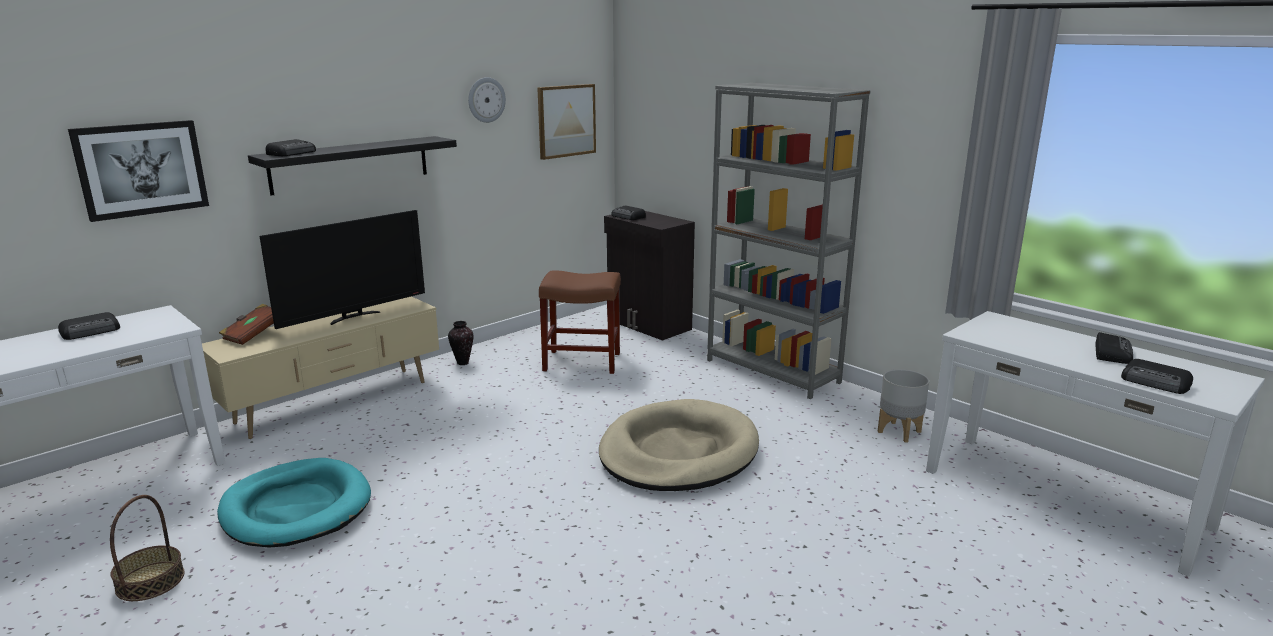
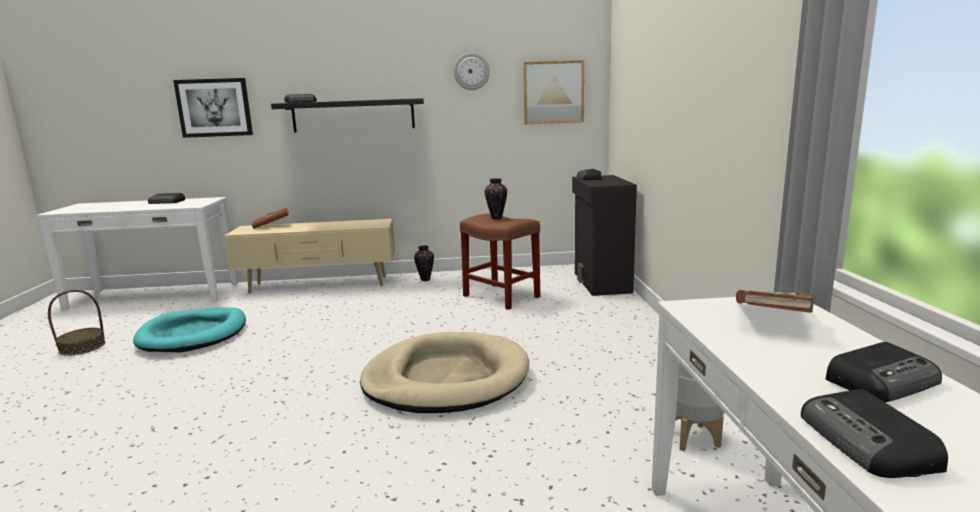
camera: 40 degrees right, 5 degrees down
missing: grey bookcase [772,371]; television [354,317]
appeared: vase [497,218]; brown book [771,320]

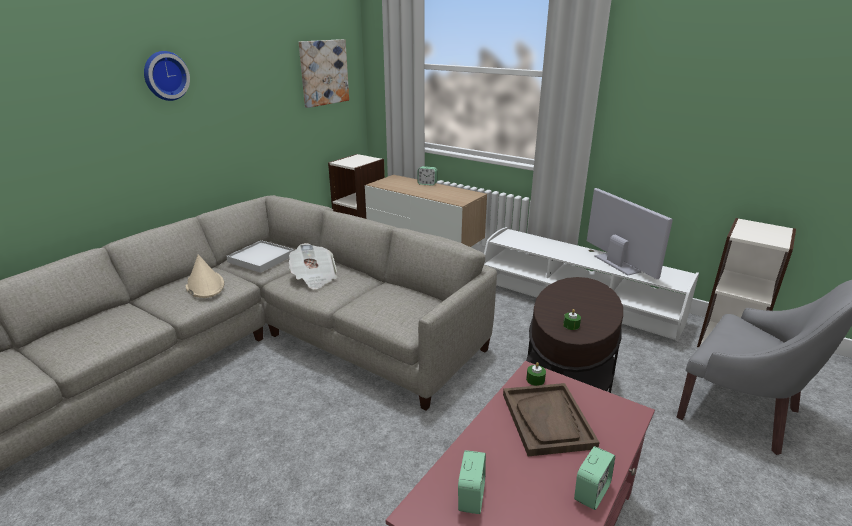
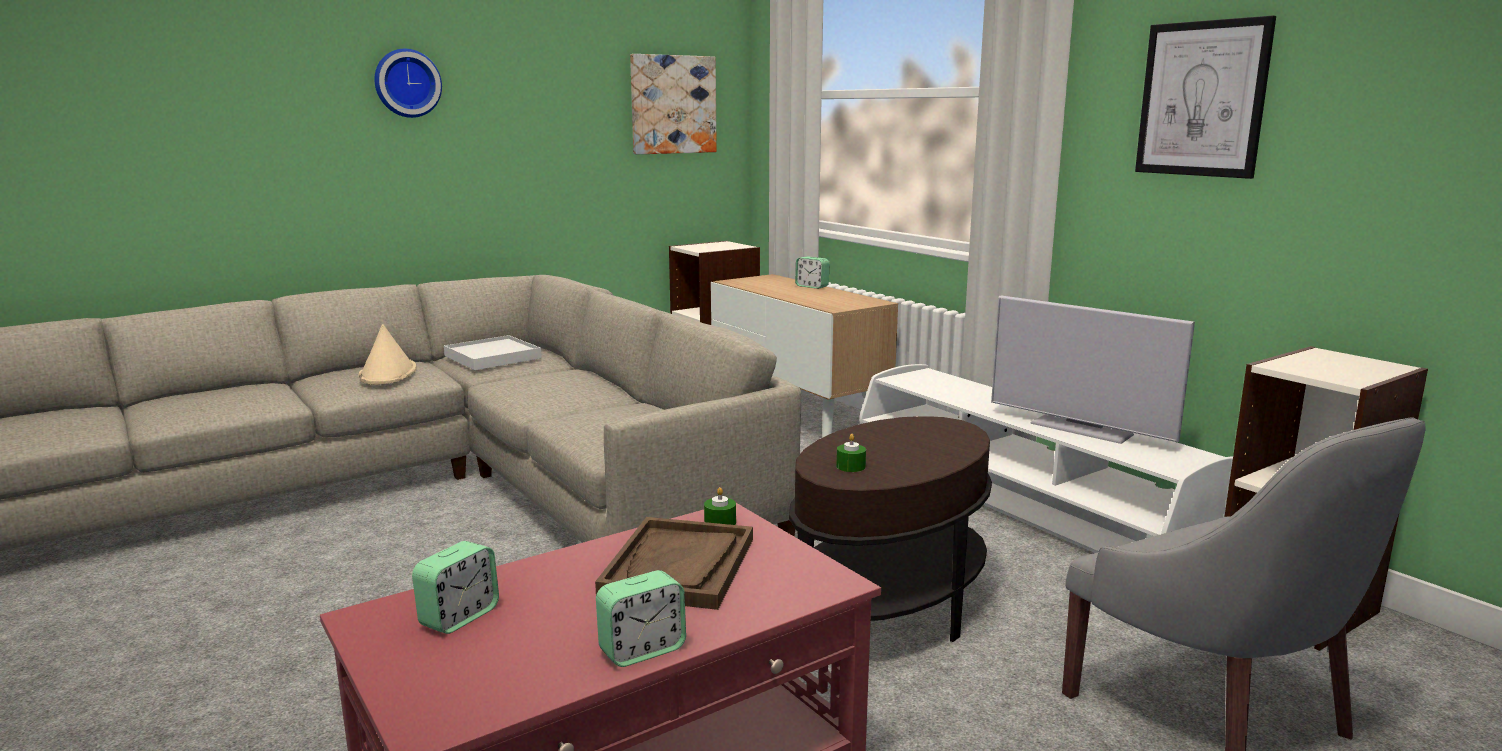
camera: 20 degrees right, 10 degrees down
missing: newspaper [314,278]
appeared: picture [1202,99]
spun: television [616,264] = [1081,429] 135 degrees clockwise

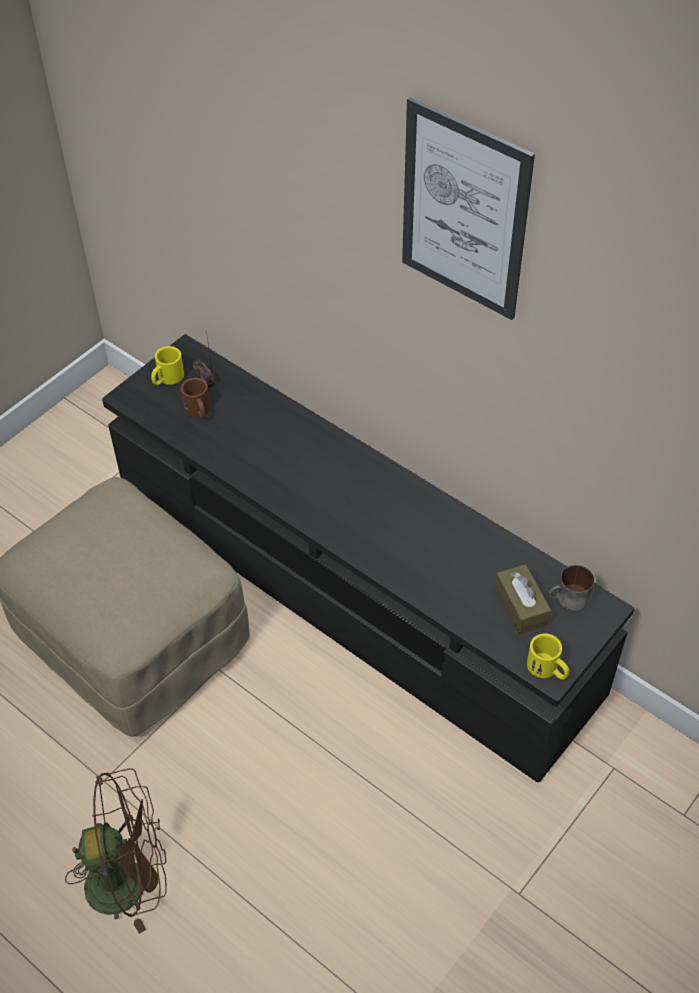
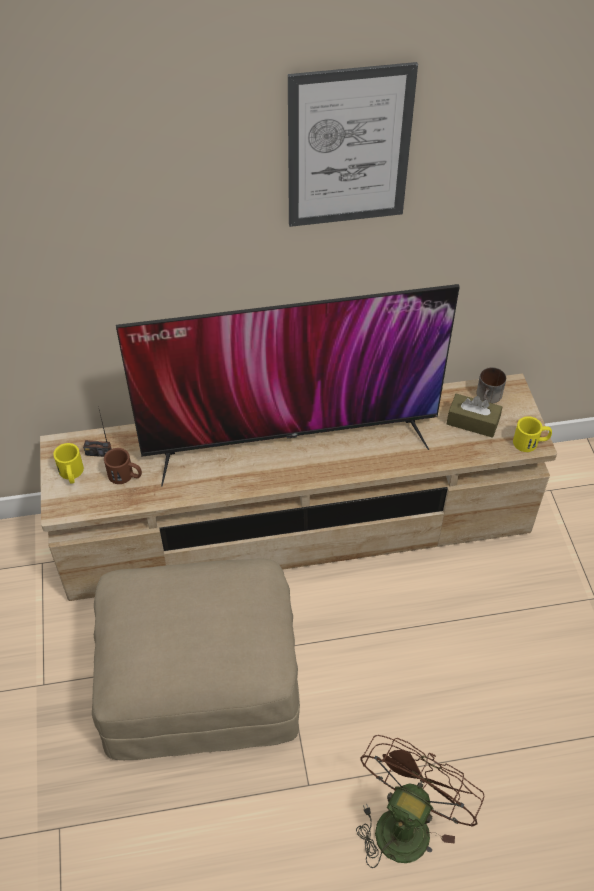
camera: 50 degrees left, 0 degrees up
appeared: television [290,437]
colour: black tv stand [351,590] to beige tv stand [297,526]

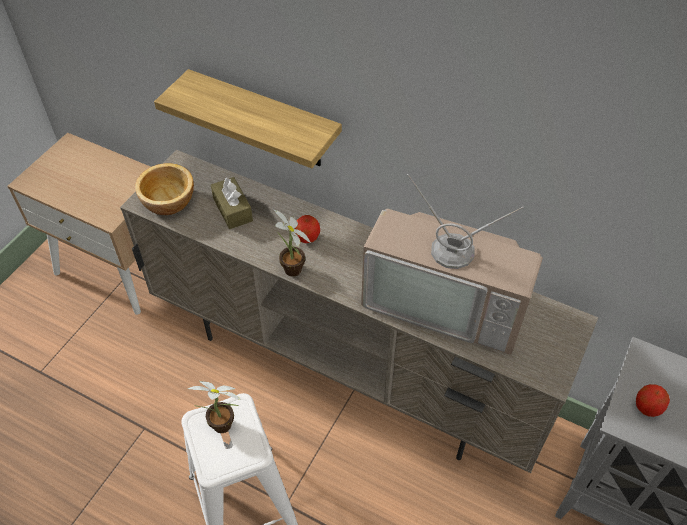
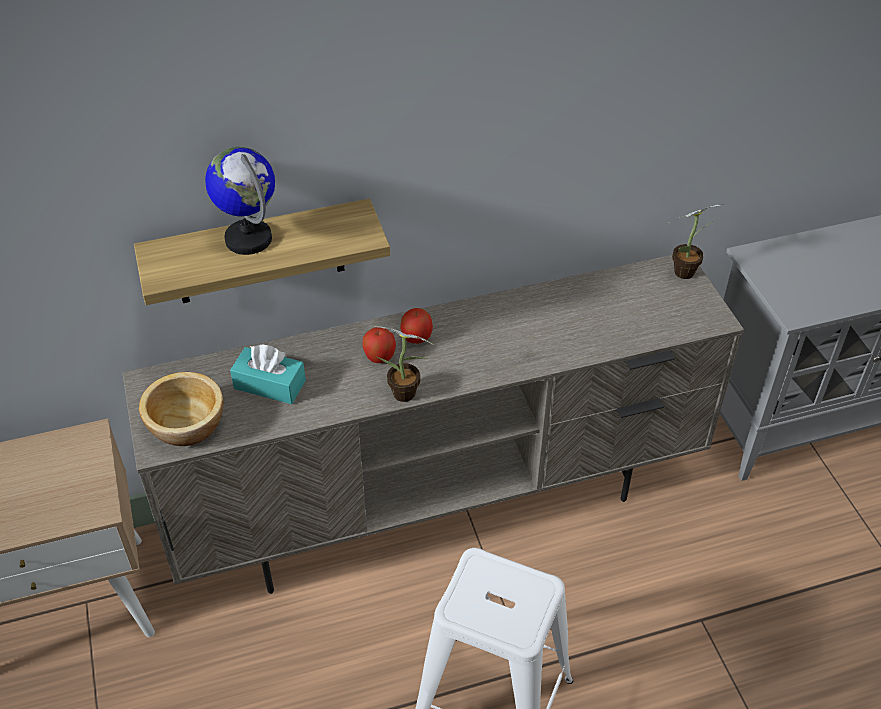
camera: 45 degrees left, 5 degrees down
missing: television [446,302]
appeared: globe [249,238]
relocated: potted plant [225,426] to [688,271]; apple [647,408] to [417,338]
colour: brown tissue box [232,209] to turquoise tissue box [269,384]

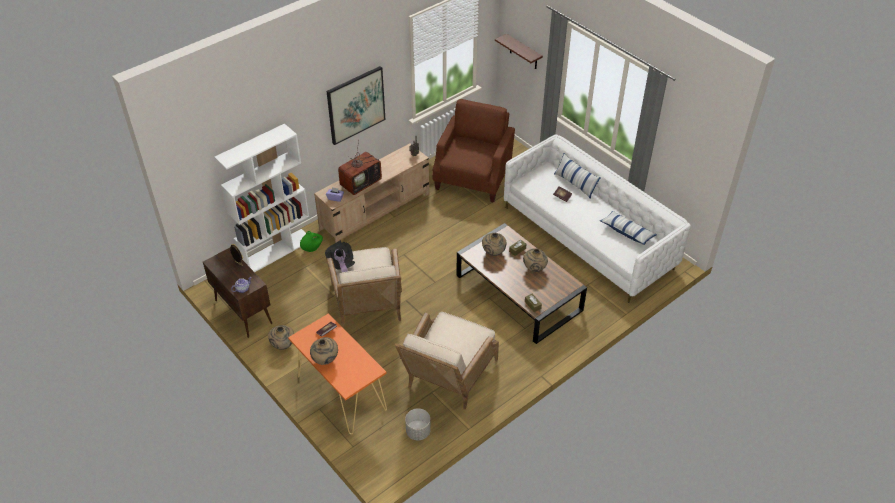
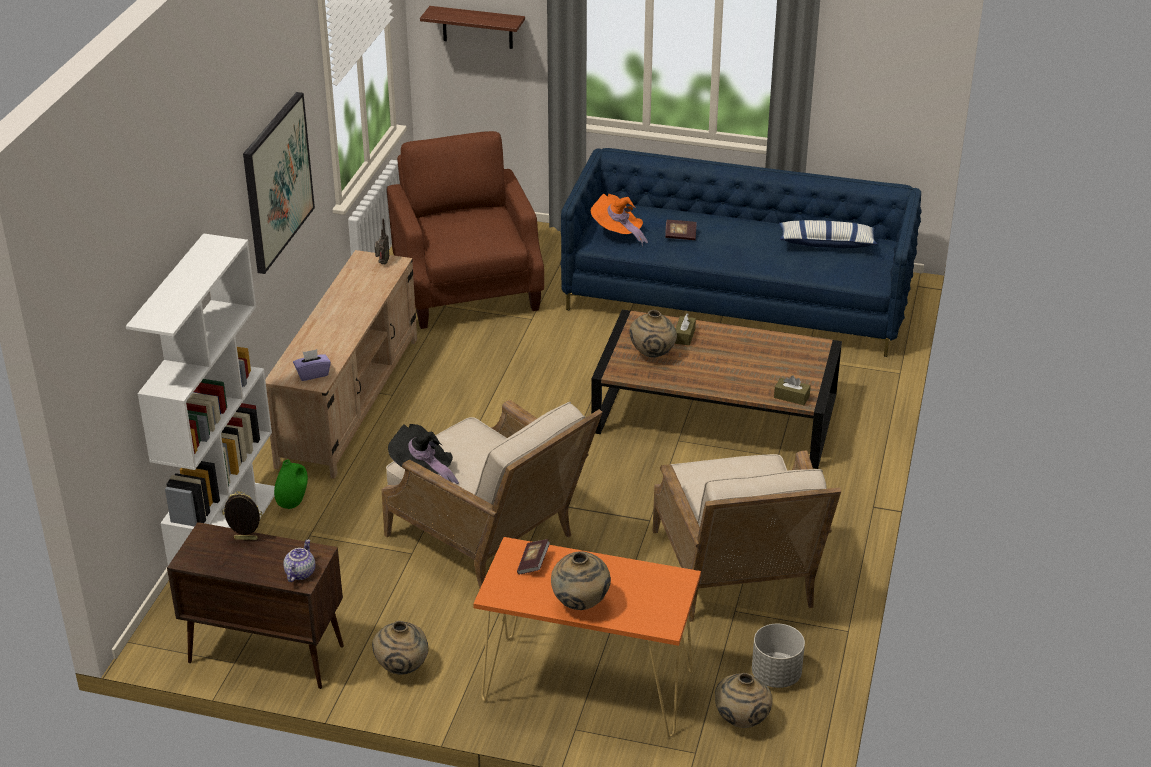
camera: 35 degrees left, 10 degrees down
missing: television [361,182]; pillow [575,183]
appeared: orange hat [618,233]
relocated: beige vase [534,269] to [741,721]
colour: white sofa [588,238] to blue sofa [737,299]

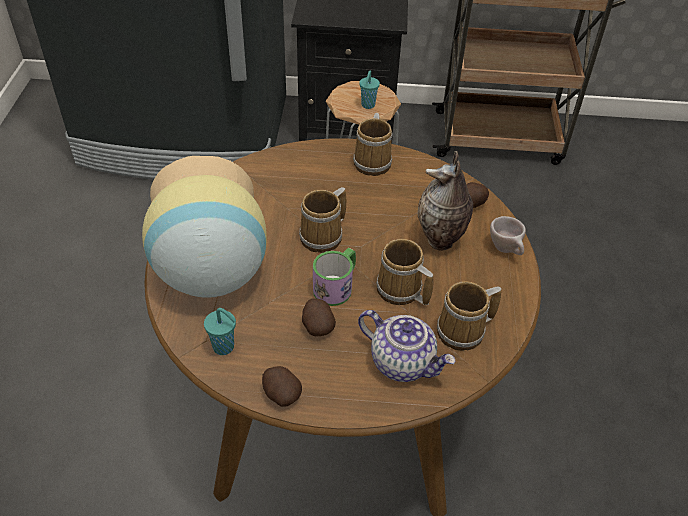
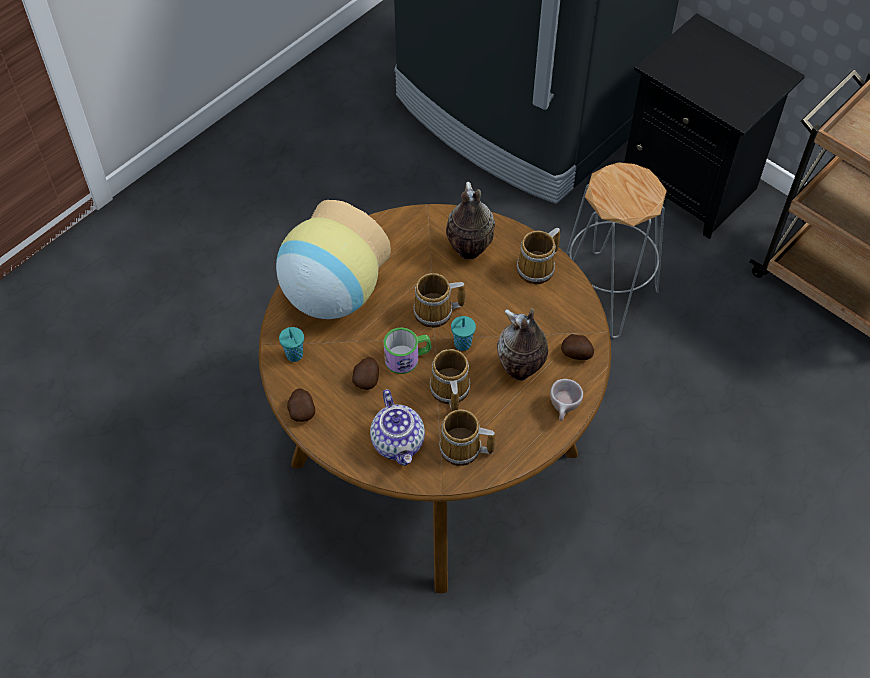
camera: 40 degrees right, 10 degrees up
appeared: vase [468,251]
relocated: turquoise cup [367,105] to [461,344]

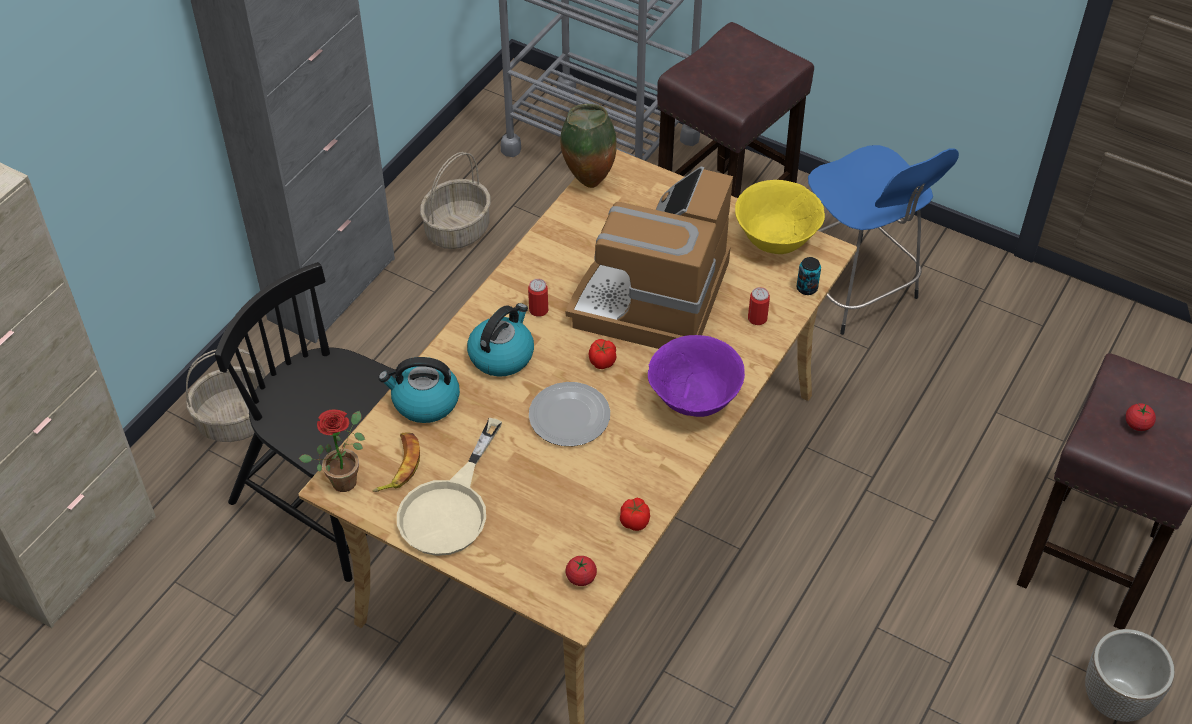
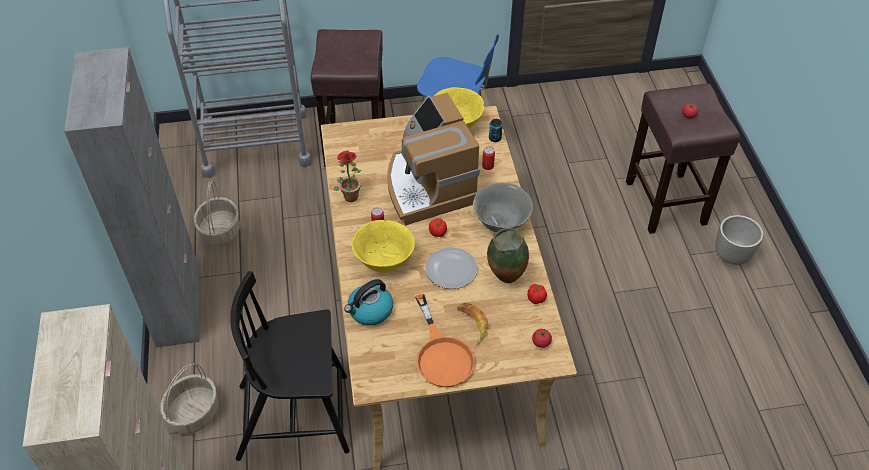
camera: 40 degrees left, 0 degrees up
relocated: vase [588,181] to [505,279]; potted plant [345,477] to [349,194]; banana [399,466] to [472,324]
exchanged: kettle [502,355] to yellow bowl [384,261]
colour: purple bowl [694,401] to grey bowl [501,223]; beige frying pan [450,507] to orange frying pan [442,354]

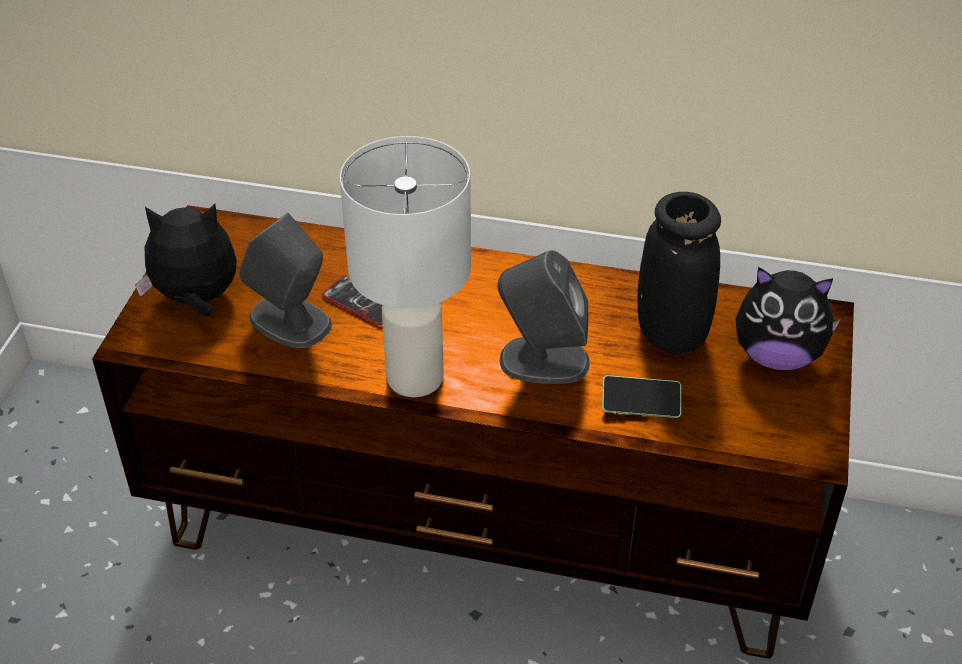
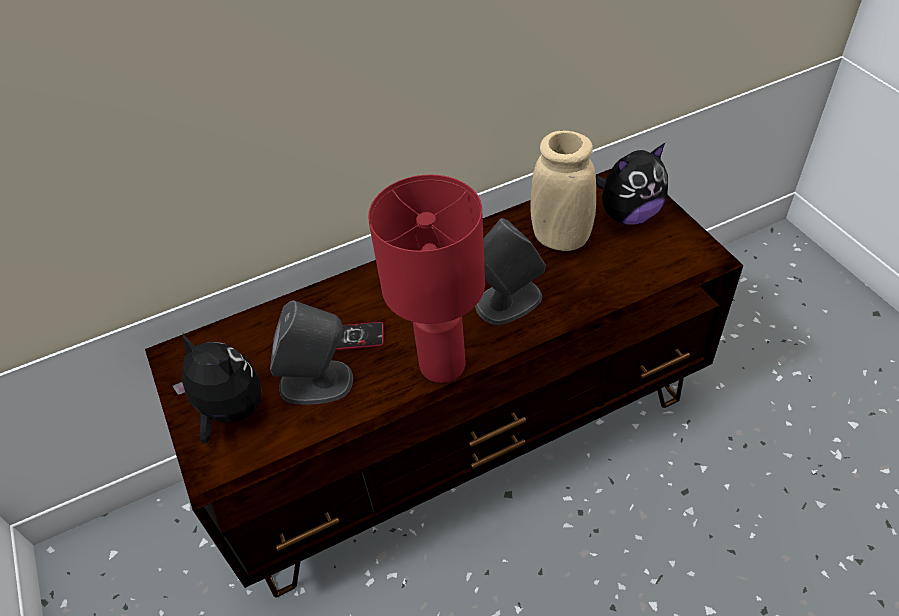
camera: 35 degrees left, 5 degrees up
missing: phone [640,405]
colour: white table lamp [413,376] to red table lamp [441,364]; black vase [671,334] to beige vase [560,238]
spun: plush toy [196,300] = [229,412] 75 degrees clockwise

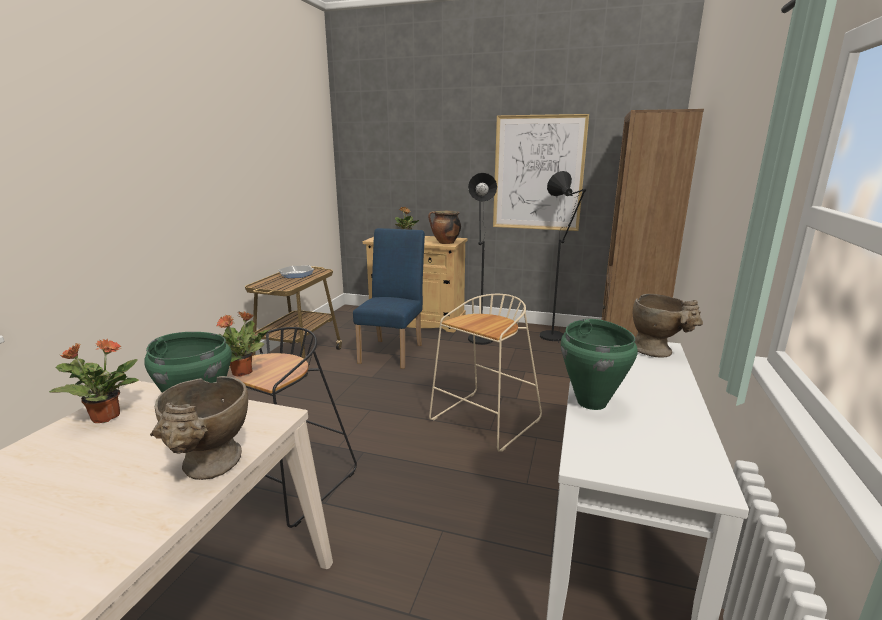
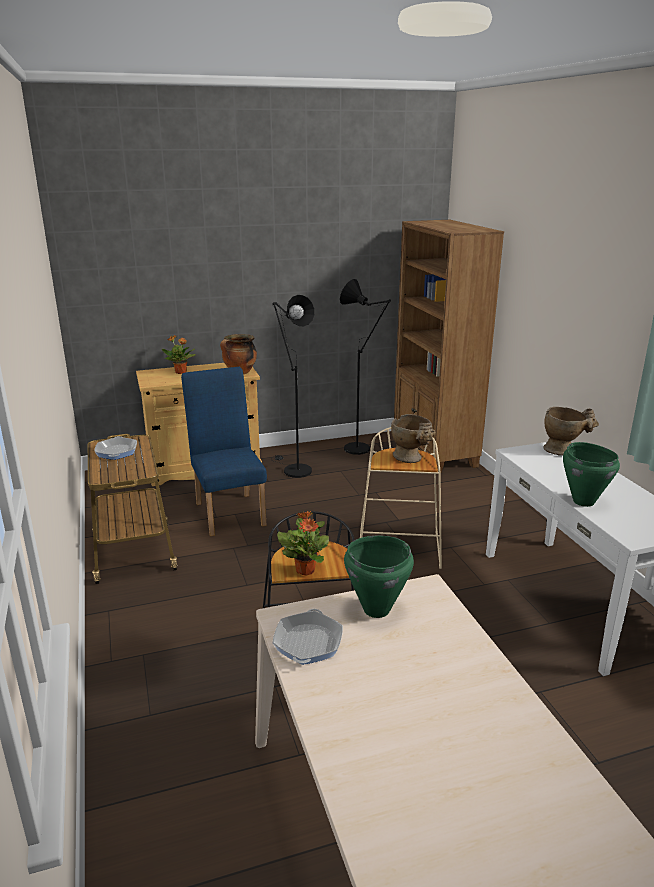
camera: 35 degrees left, 5 degrees up
missing: picture [538,173]
relocated: beige vase [211,468] to [411,459]
exchanged: potted plant [105,417] to frying pan [308,643]

